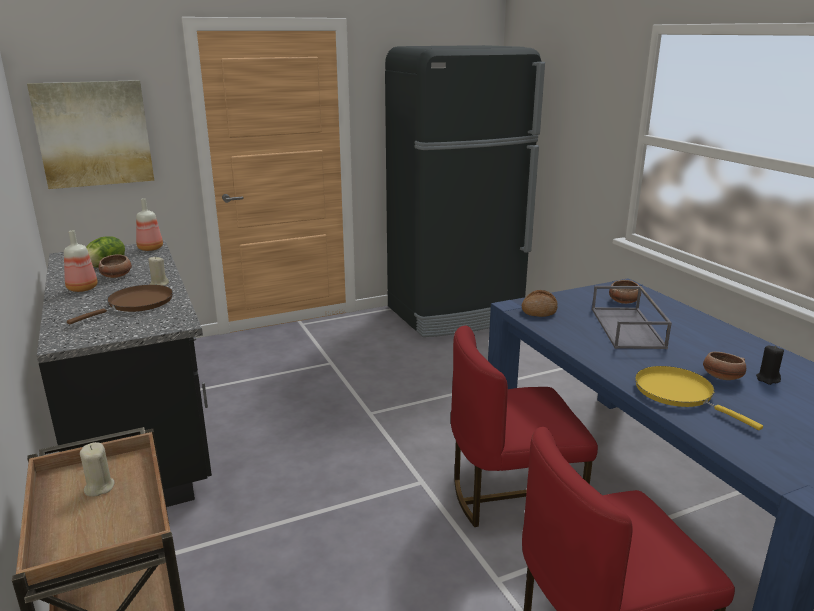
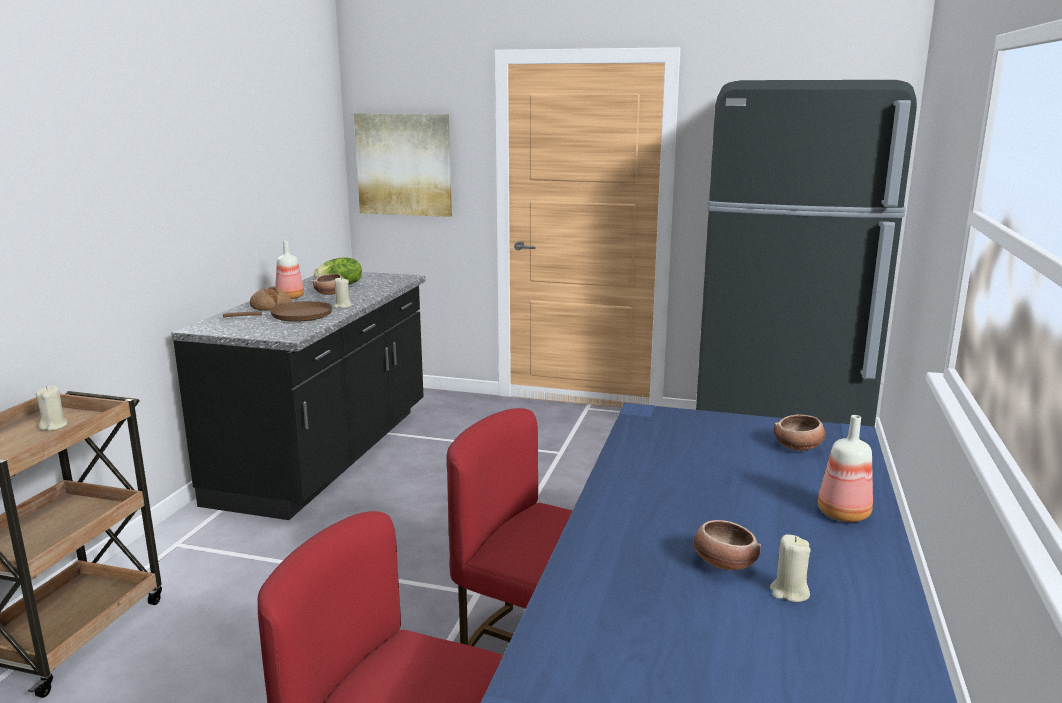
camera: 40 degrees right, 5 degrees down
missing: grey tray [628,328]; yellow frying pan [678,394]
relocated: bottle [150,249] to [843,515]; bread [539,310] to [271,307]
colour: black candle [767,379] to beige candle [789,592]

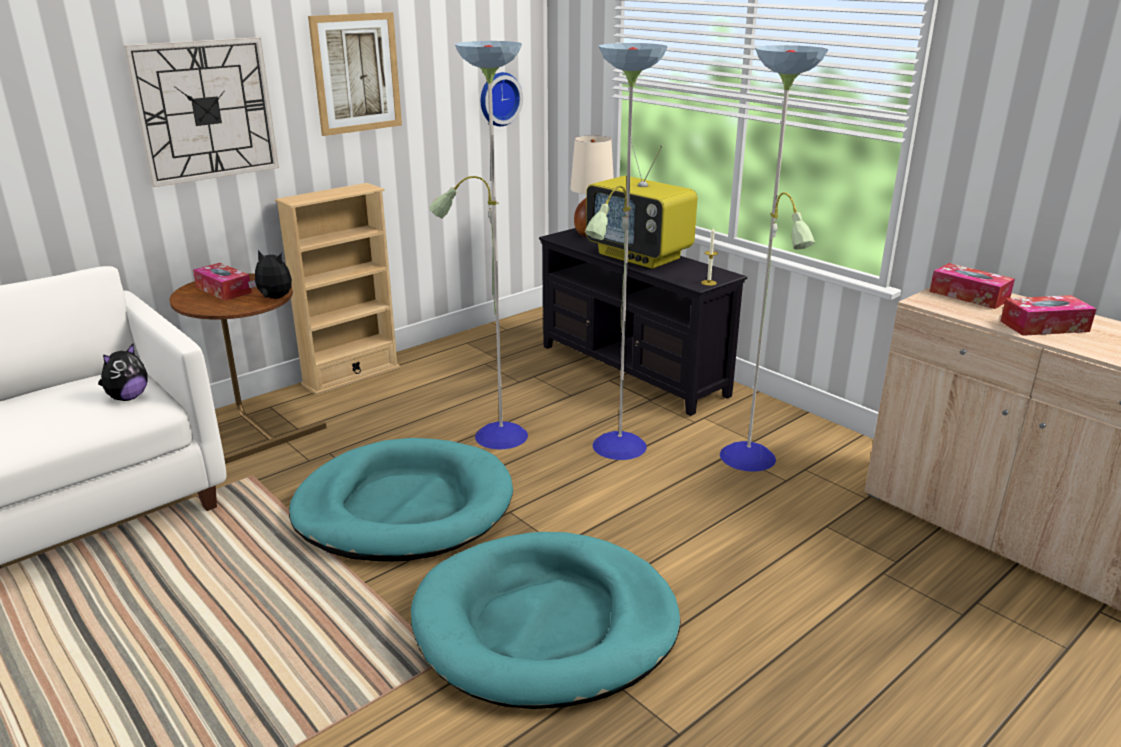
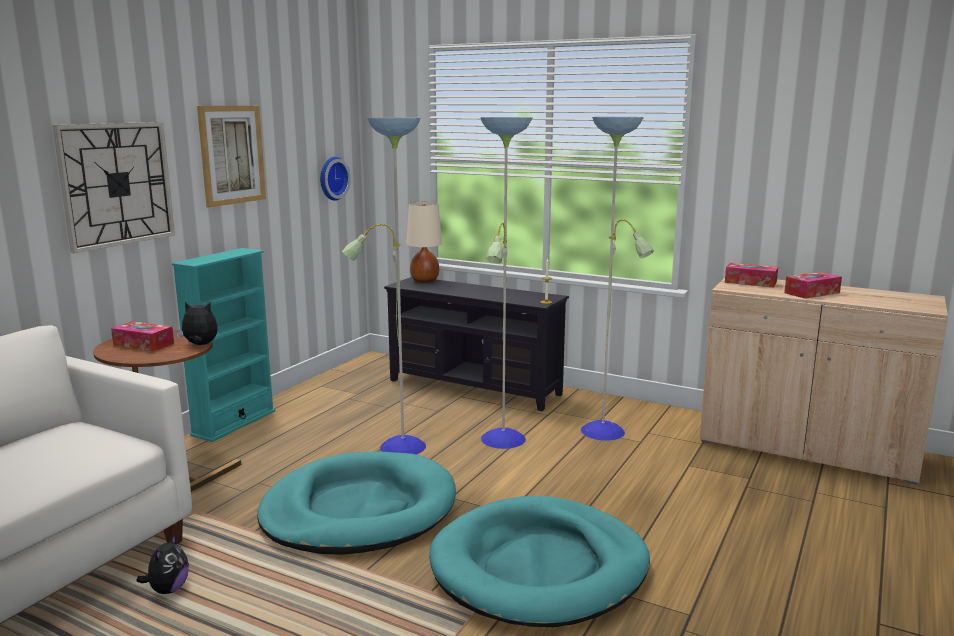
camera: 20 degrees left, 10 degrees down
missing: television [640,256]
relocated: plush toy [127,398] to [168,589]
colour: beige bookcase [351,376] to turquoise bookcase [234,423]

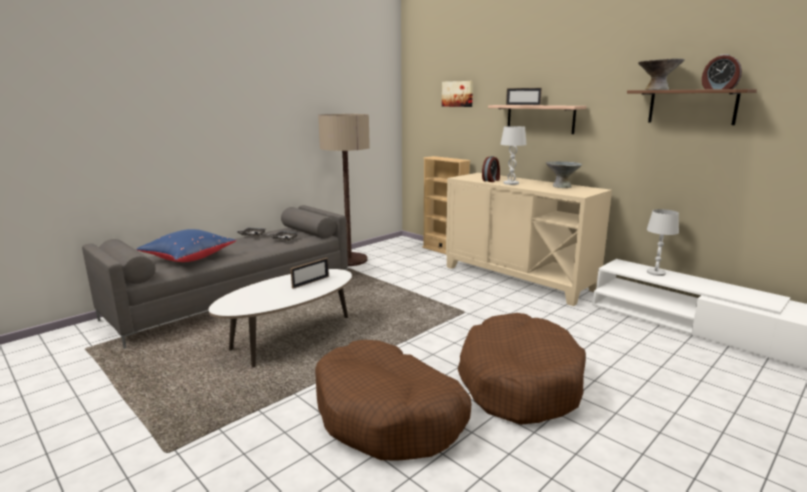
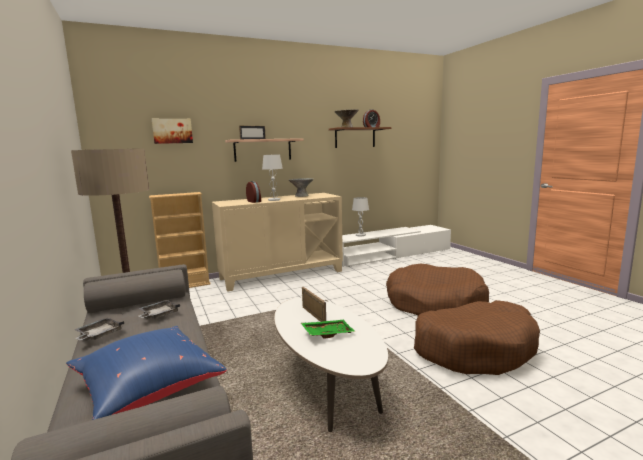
camera: 70 degrees left, 5 degrees down
appeared: green tray [327,333]

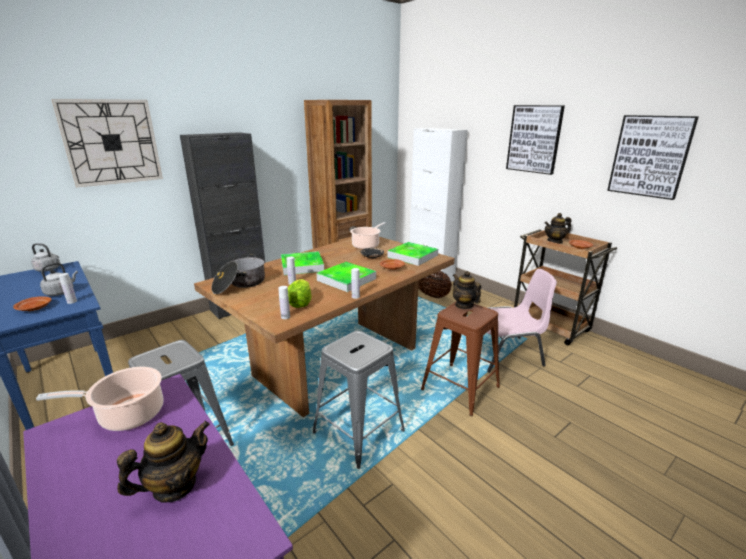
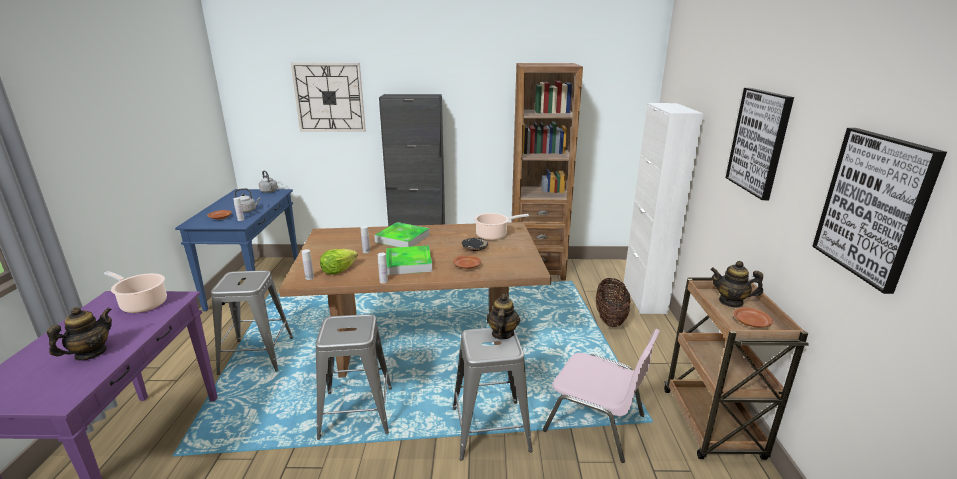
camera: 40 degrees right, 0 degrees up
missing: tray [412,256]; cooking pot [240,284]
colour: brown stool [460,388] to grey stool [490,429]
spun: teapot [174,486] = [90,353] 60 degrees counterclockwise

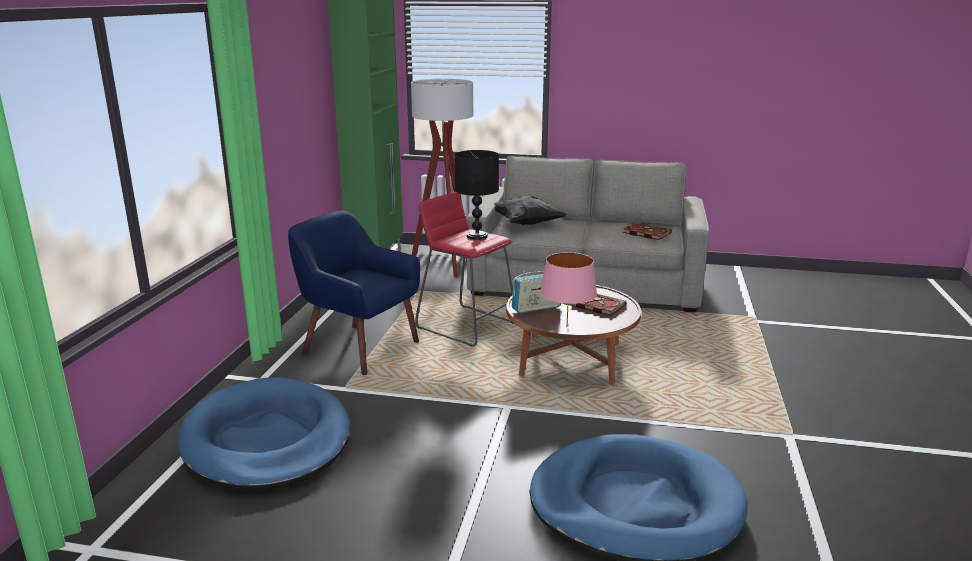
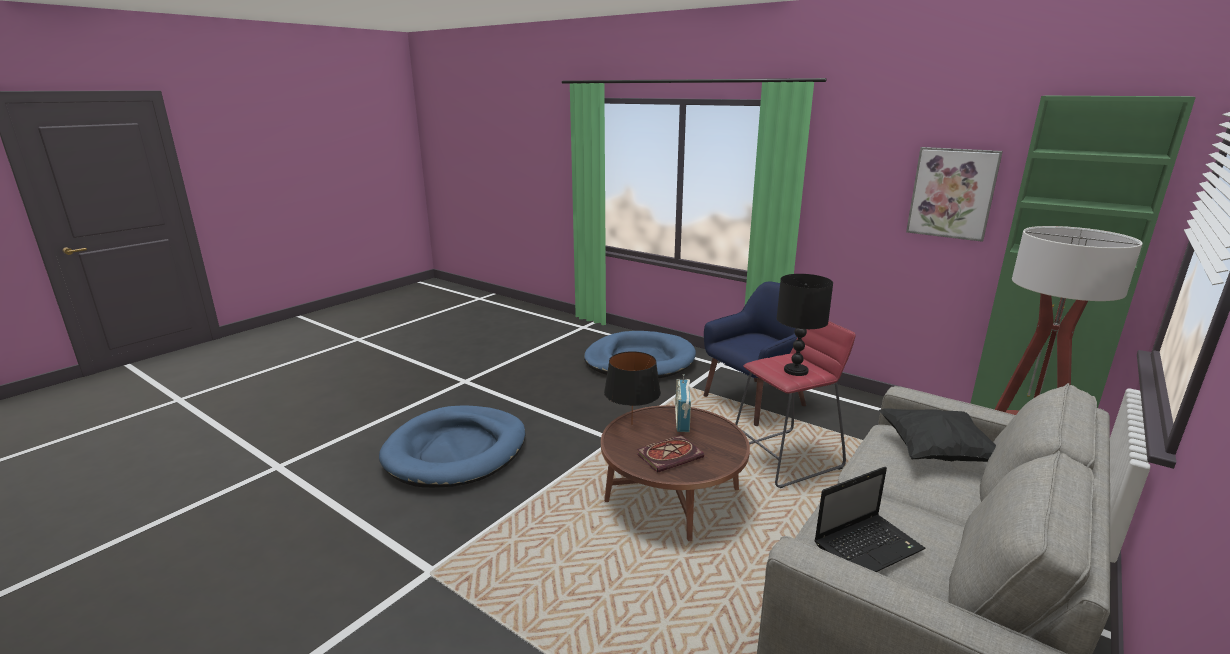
camera: 115 degrees right, 0 degrees up
appeared: picture [952,193]
exchanged: book [645,233] to laptop [869,546]
colour: pink table lamp [566,326] to black table lamp [632,425]

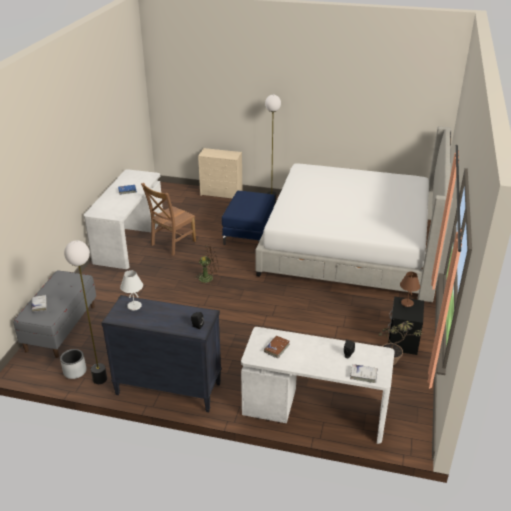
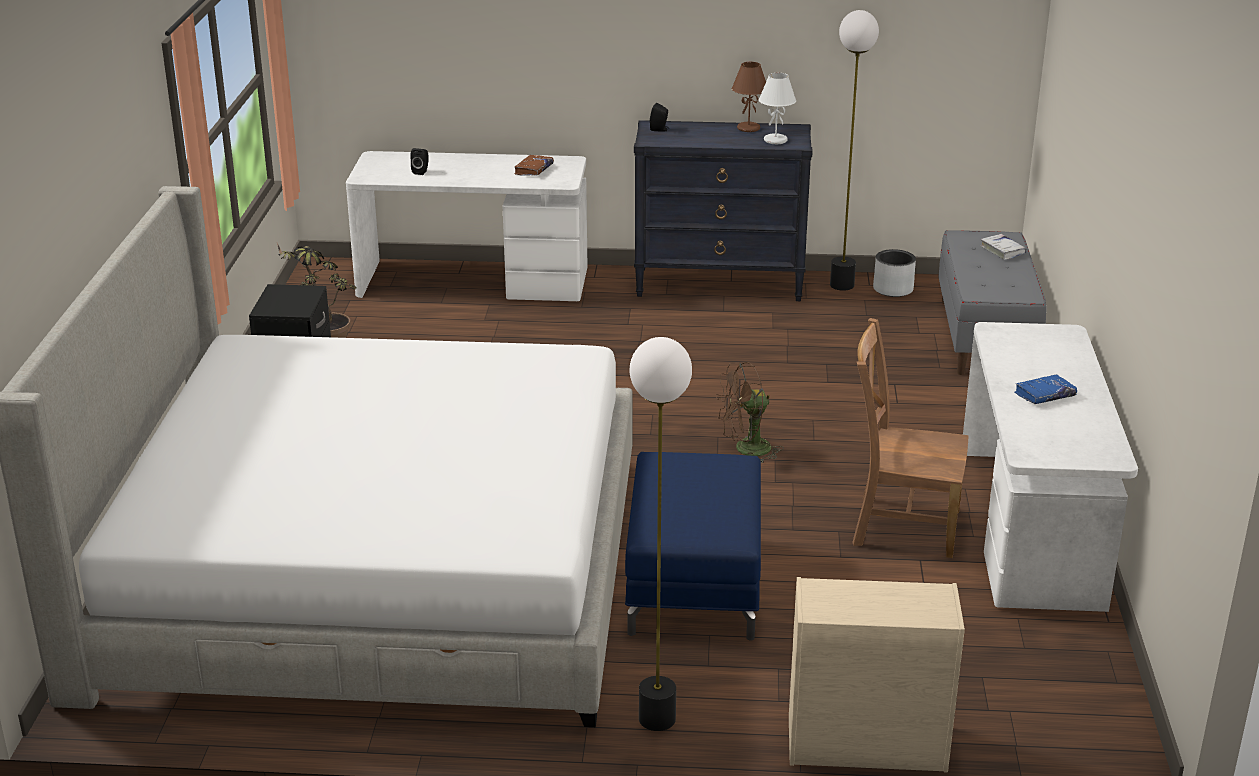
camera: 170 degrees right, 5 degrees down
missing: white book [363,375]
relocated: brown table lamp [407,303] to [748,128]
spun: brown chair [172,244] = [901,526] 105 degrees counterclockwise

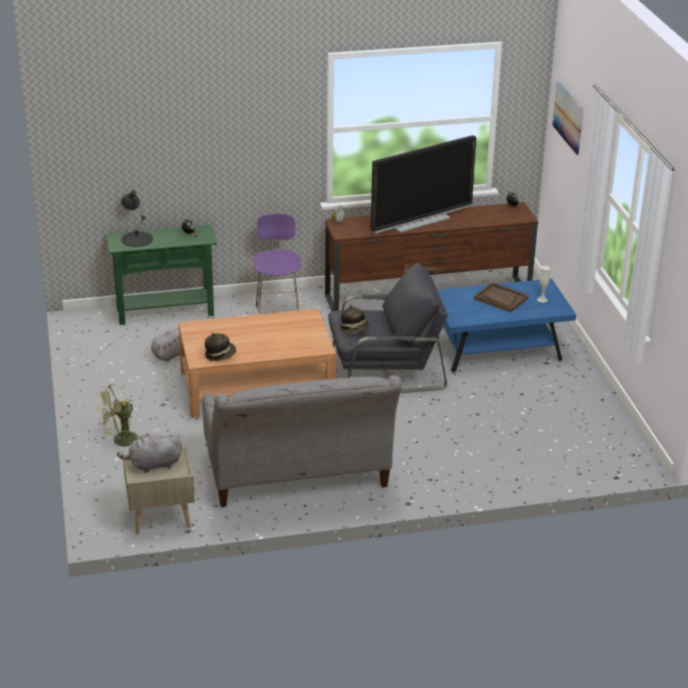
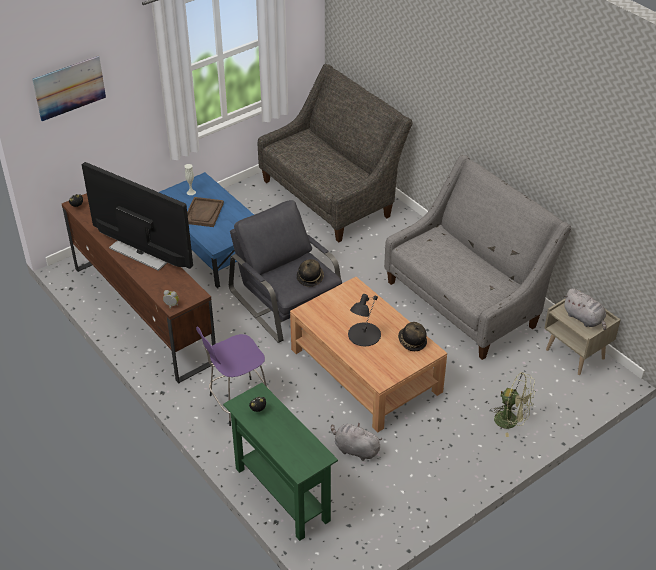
camera: 115 degrees left, 10 degrees up
appeared: grey sofa [332,195]
relocated: black table lamp [137,239] to [363,334]

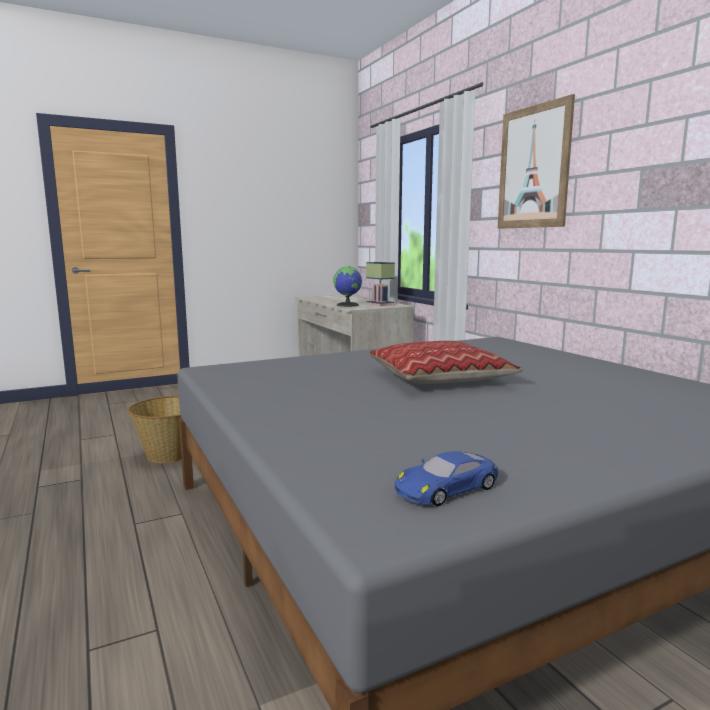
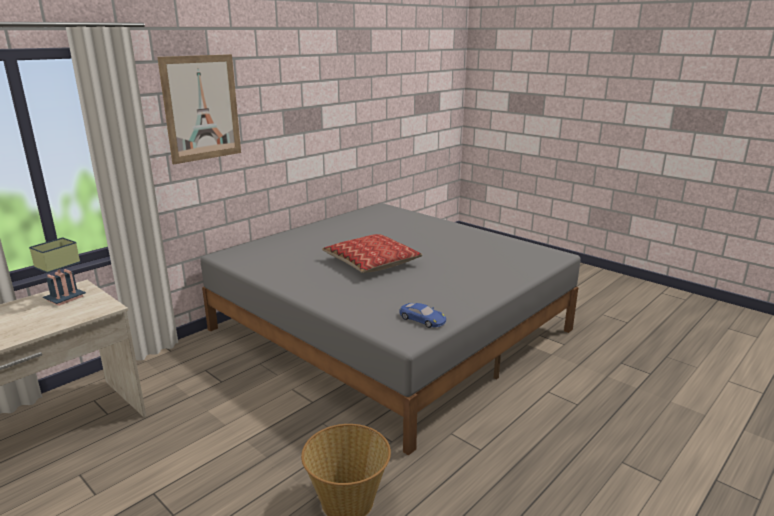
camera: 110 degrees left, 10 degrees up
missing: globe [348,305]
relocated: blue toy car [446,488] to [422,319]

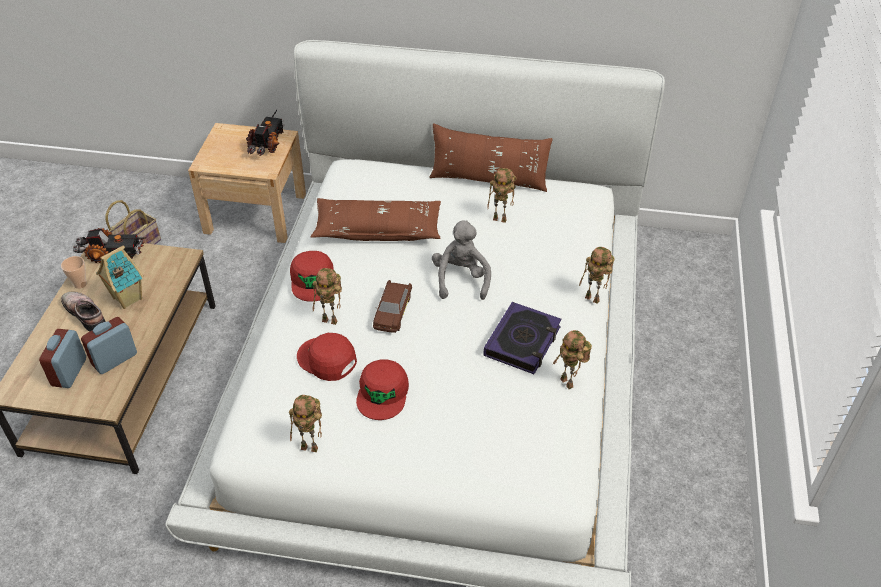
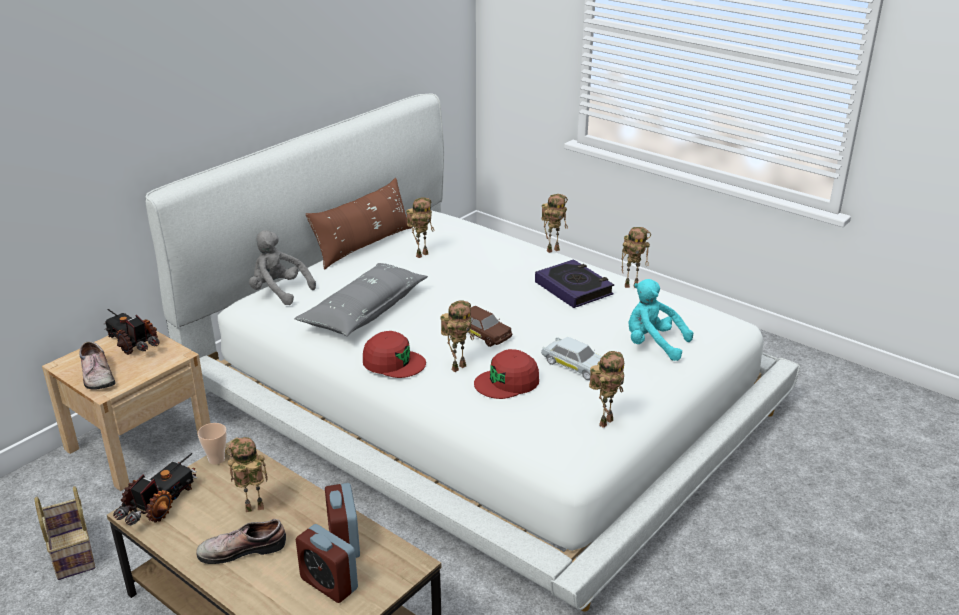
camera: 60 degrees left, 15 degrees down
appeared: turquoise plush toy [653,344]; shoe [96,376]
relocated: grey plush toy [461,279] to [279,291]; cup [80,284] to [216,459]
exchanged: toy house [126,299] to toy robot [253,510]; red cap [383,393] to white toy car [574,365]
colour: brown pillow [378,230] to grey pillow [364,311]

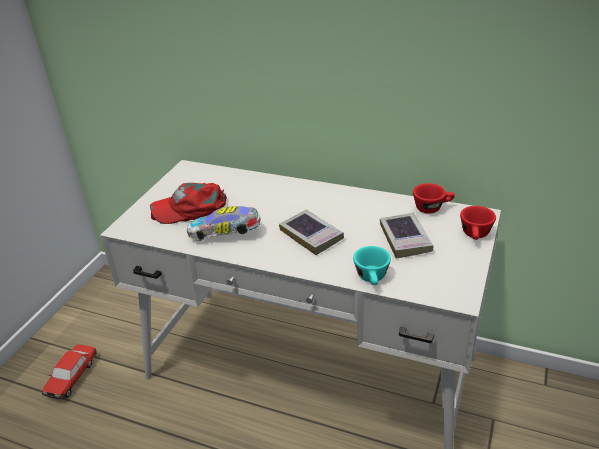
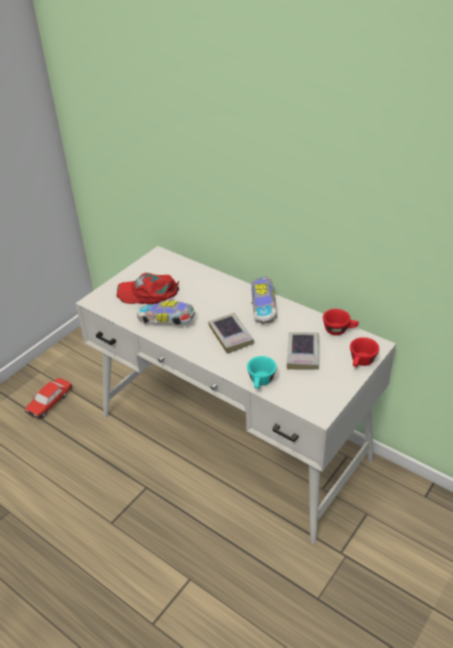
camera: 15 degrees right, 5 degrees up
appeared: toy car [263,307]

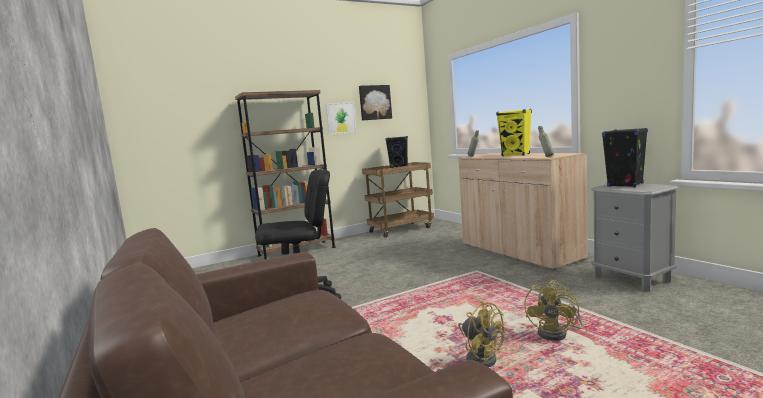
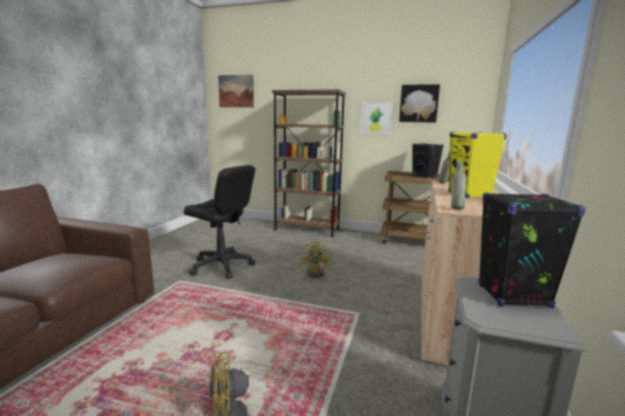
camera: 45 degrees right, 5 degrees up
appeared: picture [236,91]
relocated: yellow fan [480,357] to [318,273]

